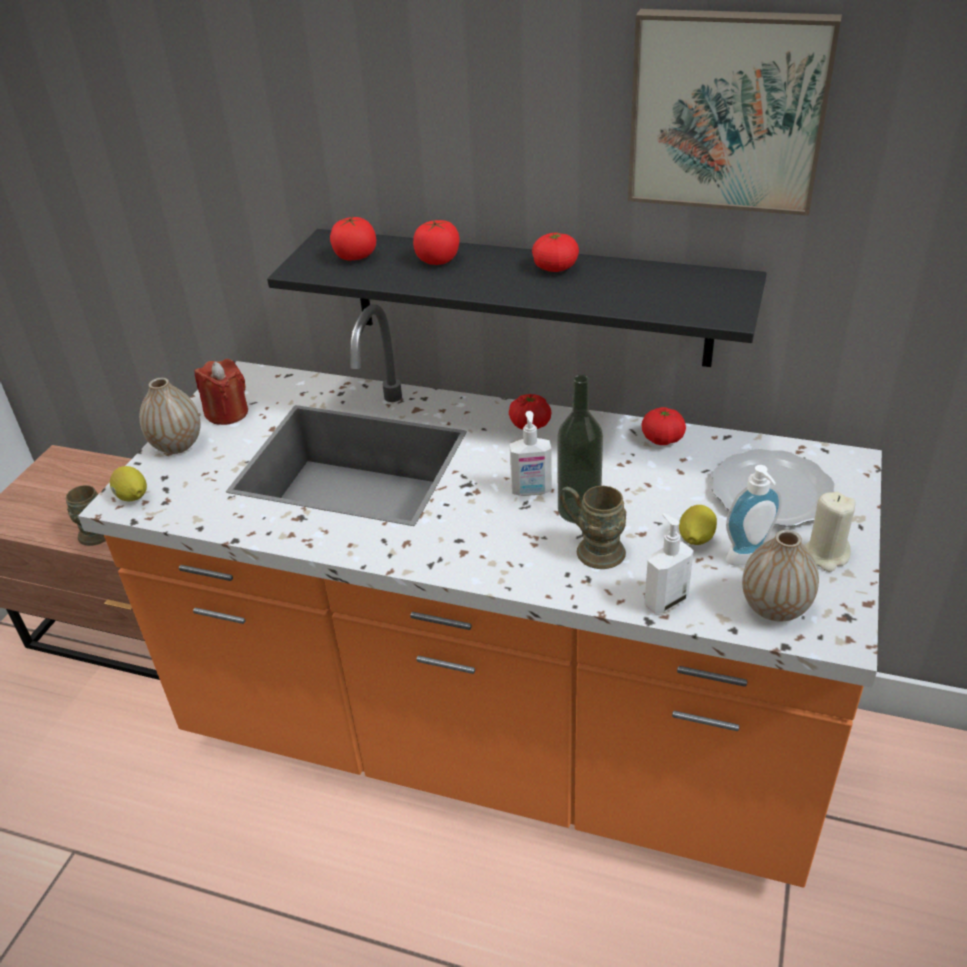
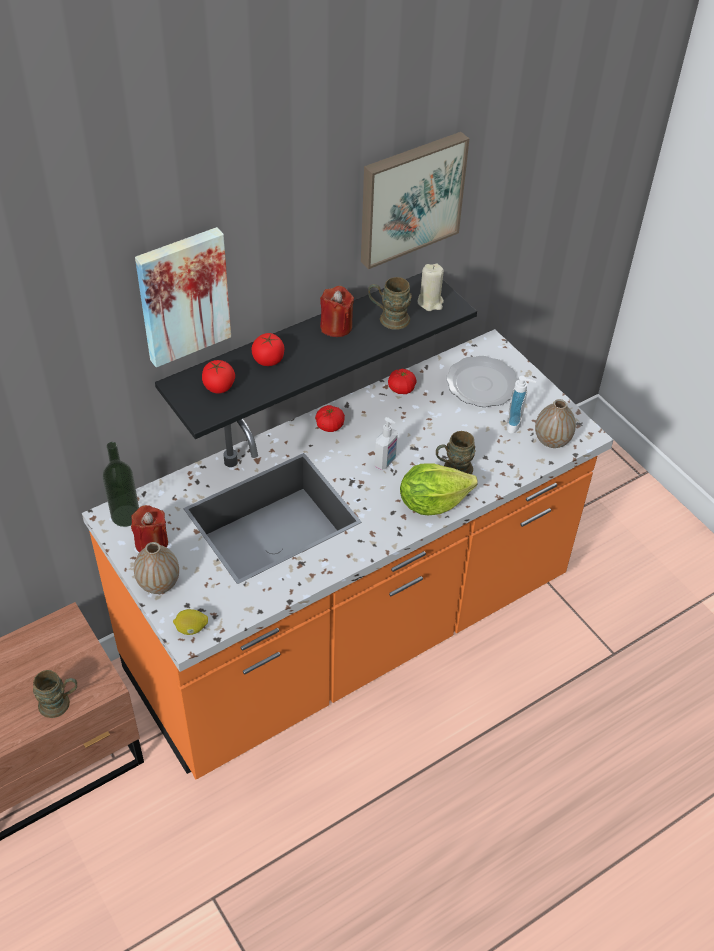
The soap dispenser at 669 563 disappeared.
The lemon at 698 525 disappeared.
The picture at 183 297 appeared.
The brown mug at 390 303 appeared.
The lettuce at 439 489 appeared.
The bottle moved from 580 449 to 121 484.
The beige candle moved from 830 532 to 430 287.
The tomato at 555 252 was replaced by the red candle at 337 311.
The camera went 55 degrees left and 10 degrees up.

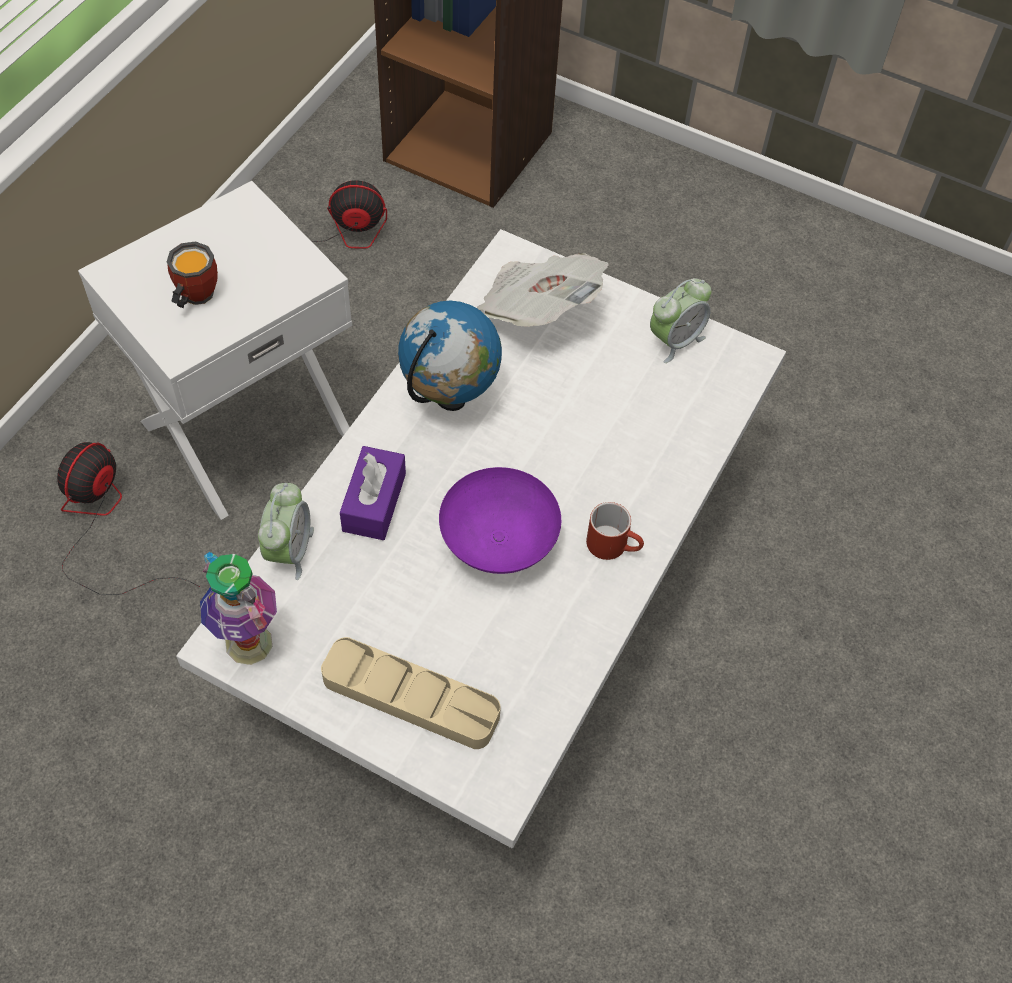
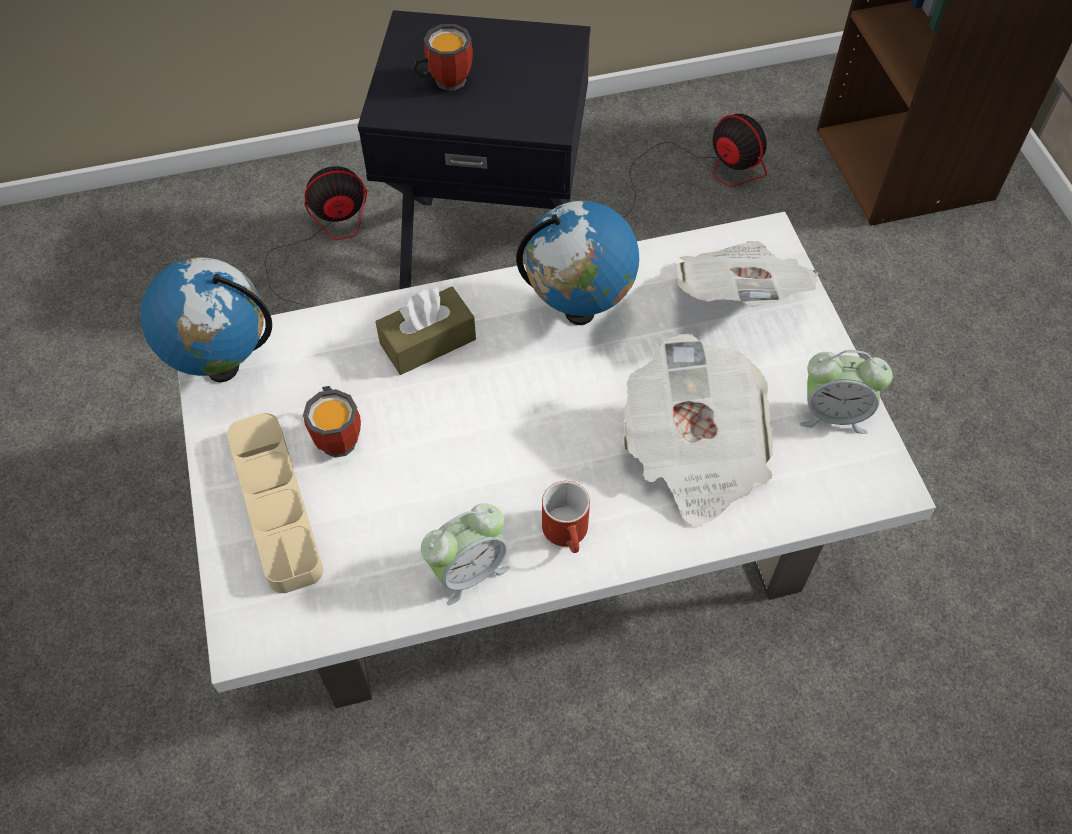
The purple bowl at 500 520 disappeared.
The mug at 332 422 appeared.
The newspaper at 697 430 appeared.
The alarm clock moved from 286 531 to 465 554.
The vase at 238 608 was replaced by the globe at 206 320.
The white side table at 215 350 became the black side table at 474 149.
The purple tissue box at 373 493 became the brown tissue box at 426 331.
The camera went 50 degrees right and 0 degrees up.

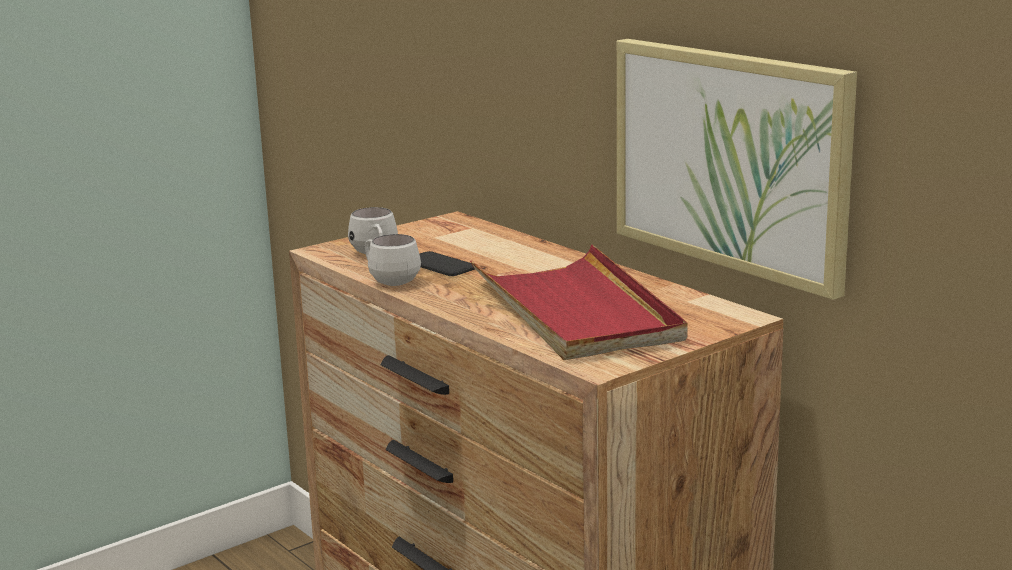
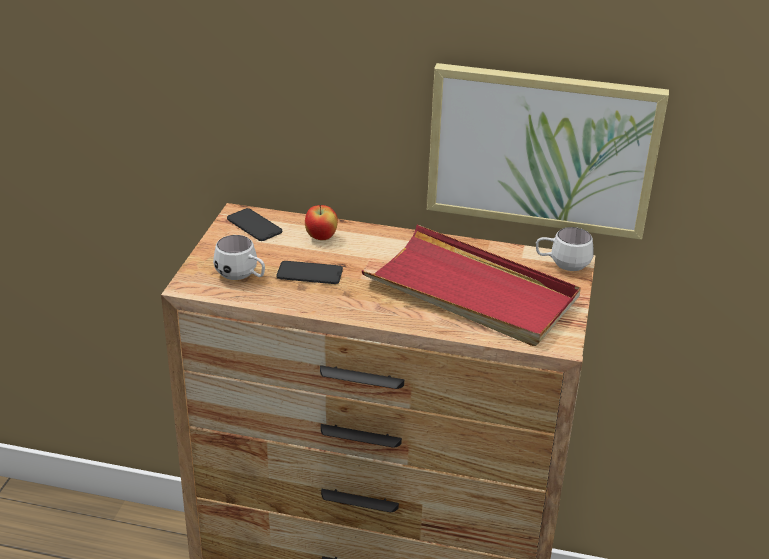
The phone at 254 224 appeared.
The apple at 321 222 appeared.
The white mug moved from 393 260 to 565 249.
The camera went 40 degrees left and 15 degrees up.

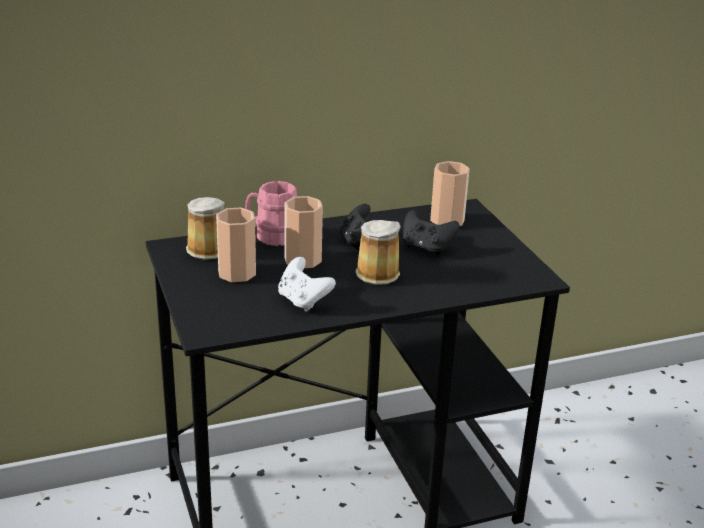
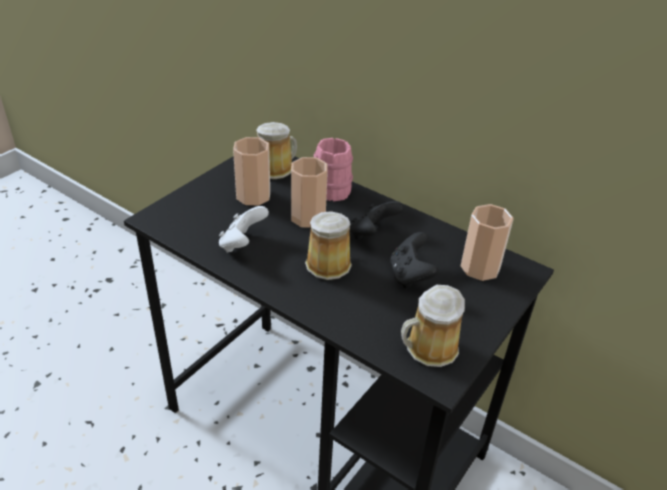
The mug at 433 326 appeared.
The camera went 55 degrees right and 10 degrees up.

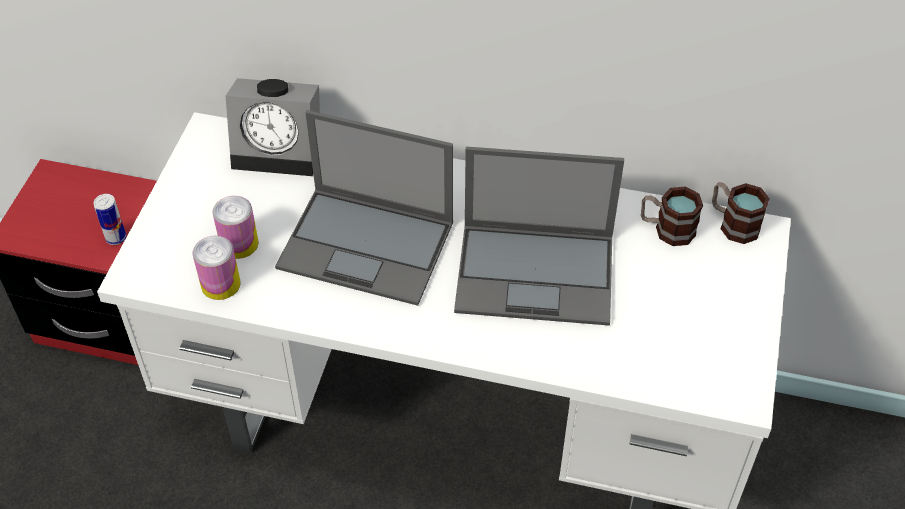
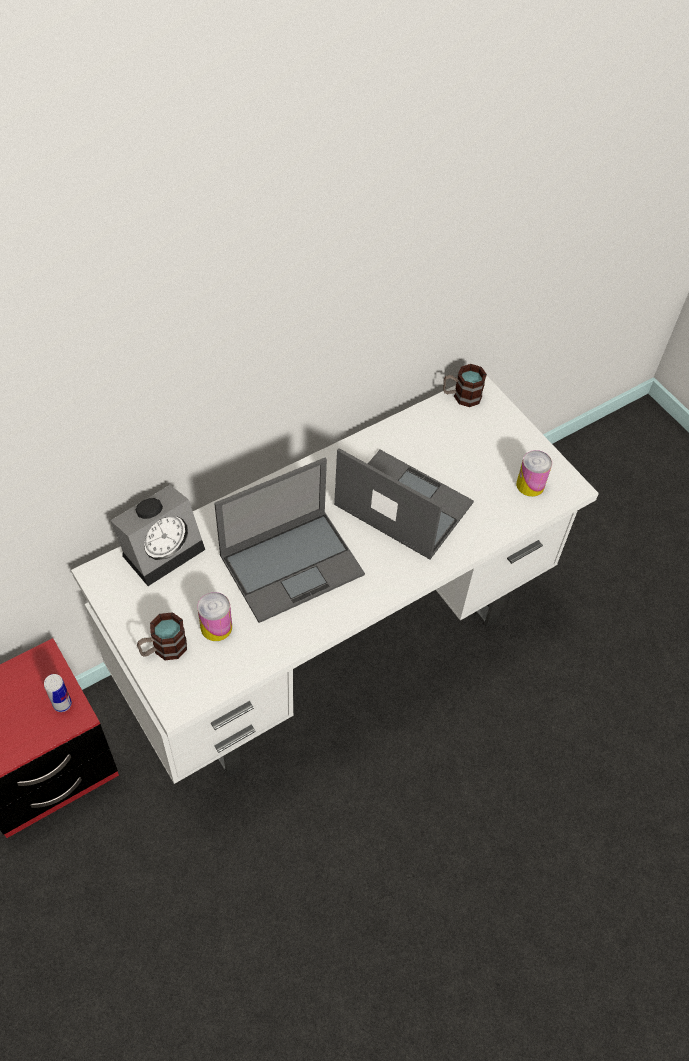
The can moved from 216 268 to 534 473.
The mug moved from 672 216 to 162 636.
The laptop at 539 236 turned 105 degrees counterclockwise.
The camera went 50 degrees left and 5 degrees up.

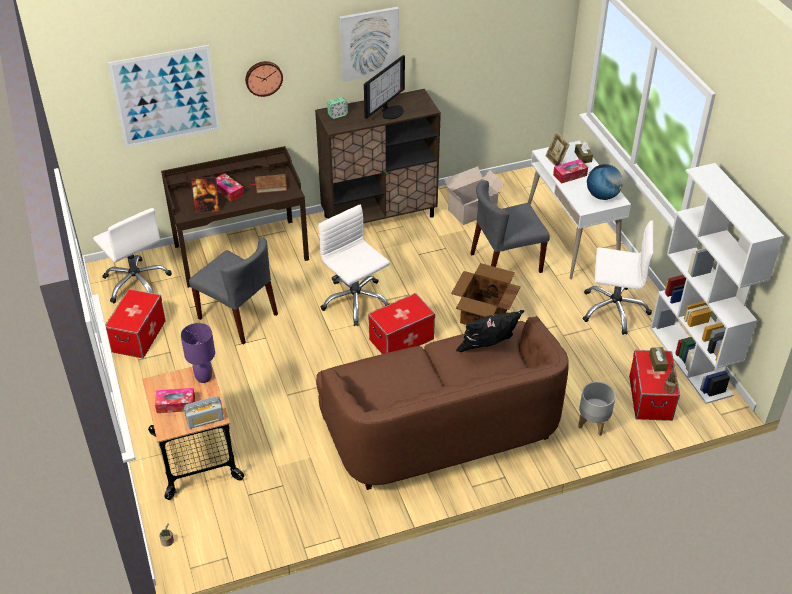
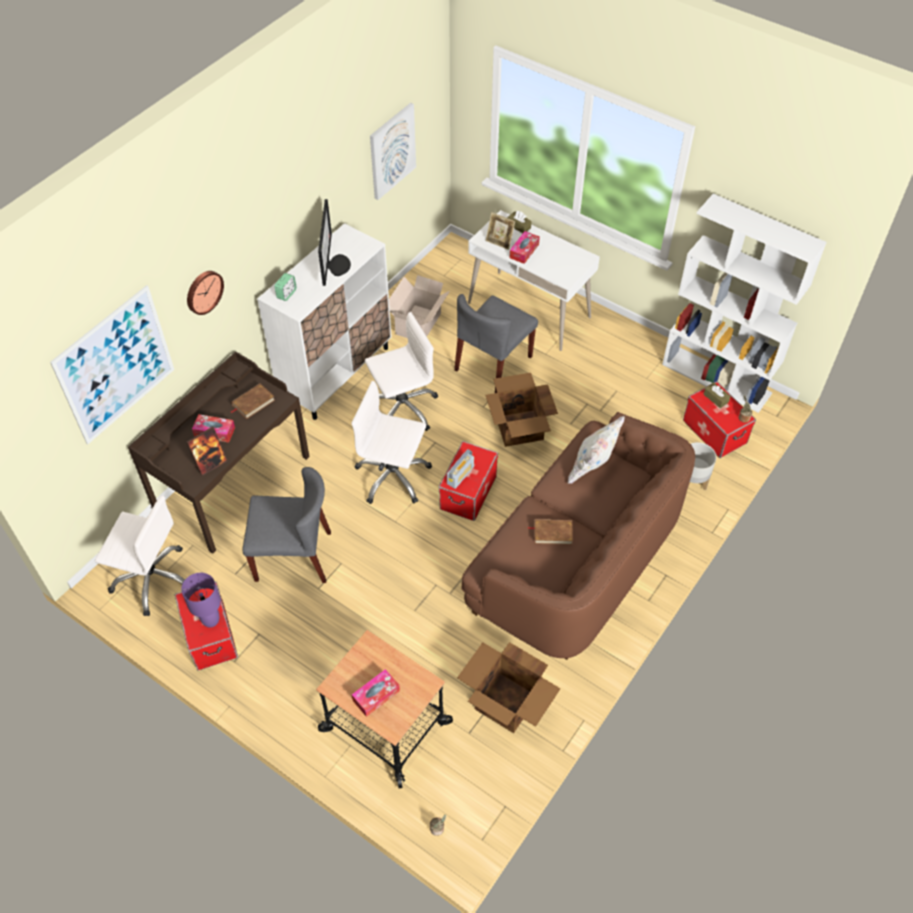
The globe at 605 182 disappeared.
The cardboard box at 508 687 appeared.
The brown book at 550 532 appeared.
The purple table lamp moved from 198 353 to 201 600.
The radio moved from 204 412 to 460 469.
The picture moved from 369 44 to 393 151.
The white office chair moved from 618 277 to 401 371.
The brown cabinet at 378 156 became the white cabinet at 324 321.
The black pillow at 490 331 became the white pillow at 596 450.
The camera went 35 degrees left and 10 degrees up.

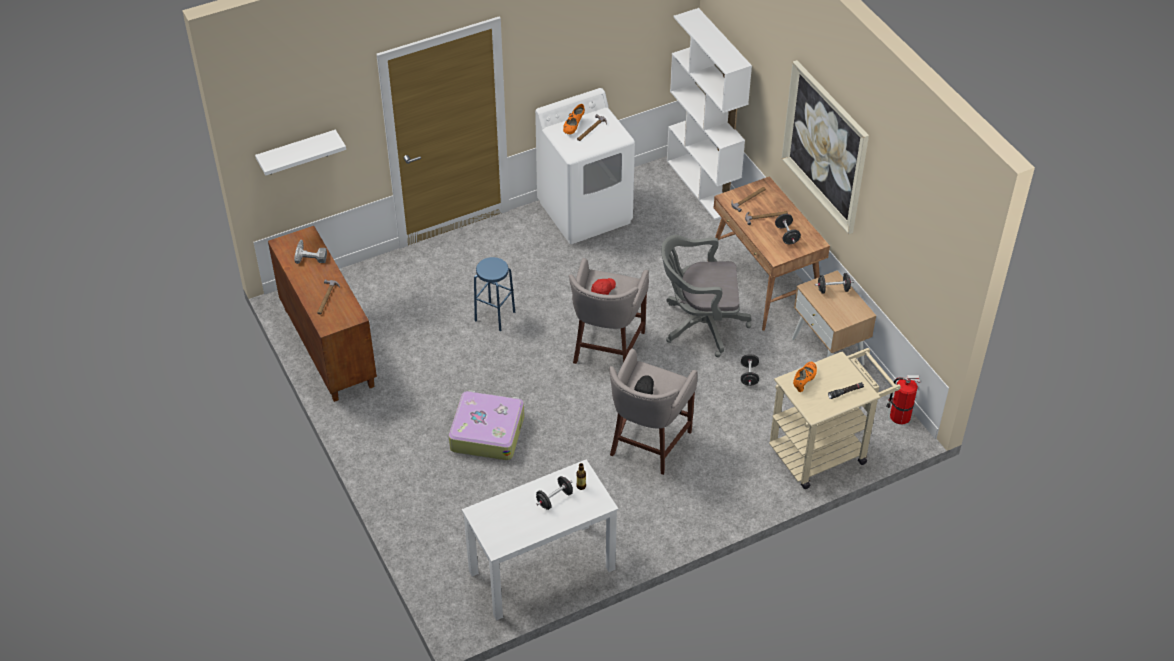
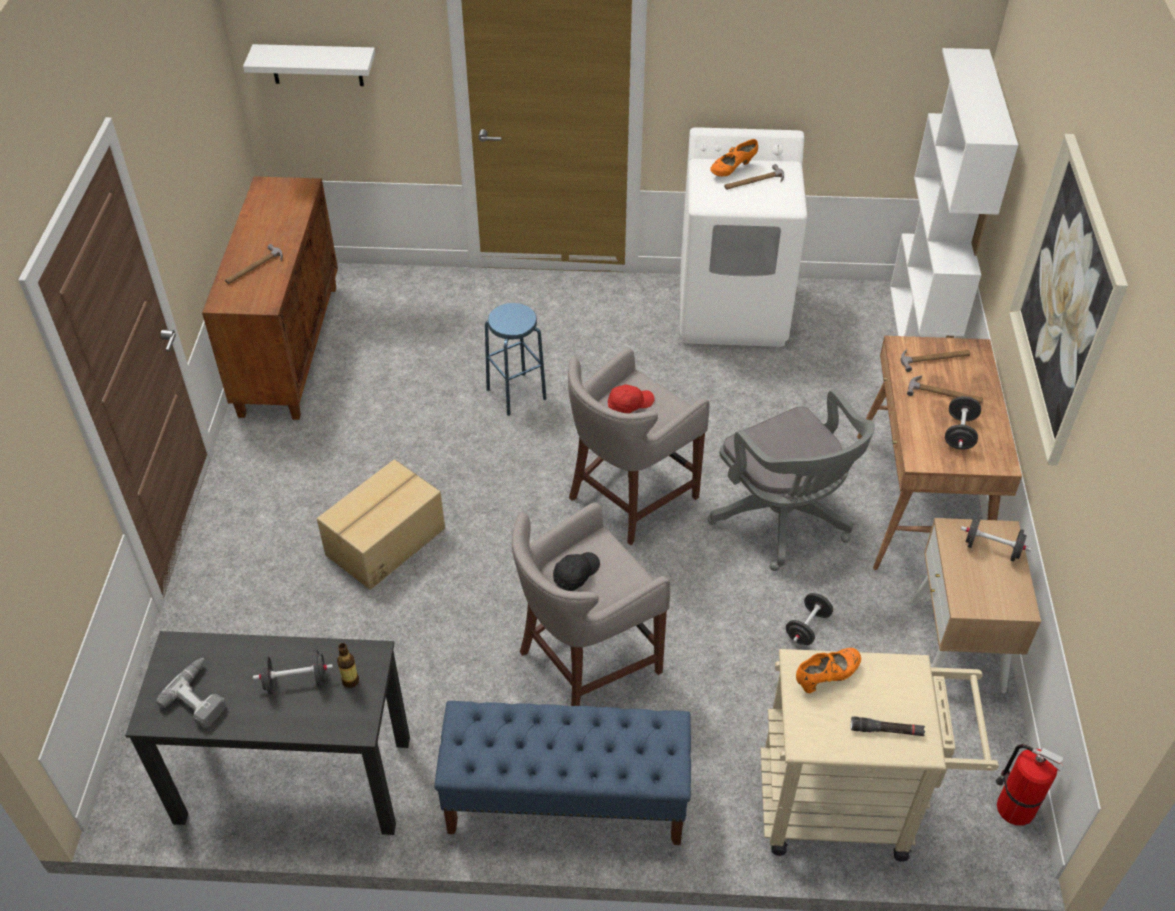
The blue bench at 562 773 appeared.
The power drill moved from 310 252 to 191 693.
The suitcase at 486 425 was replaced by the cardboard box at 381 524.
The white desk at 540 540 became the black desk at 267 733.
The grey office chair at 706 296 turned 150 degrees counterclockwise.
The camera went 30 degrees right and 0 degrees up.

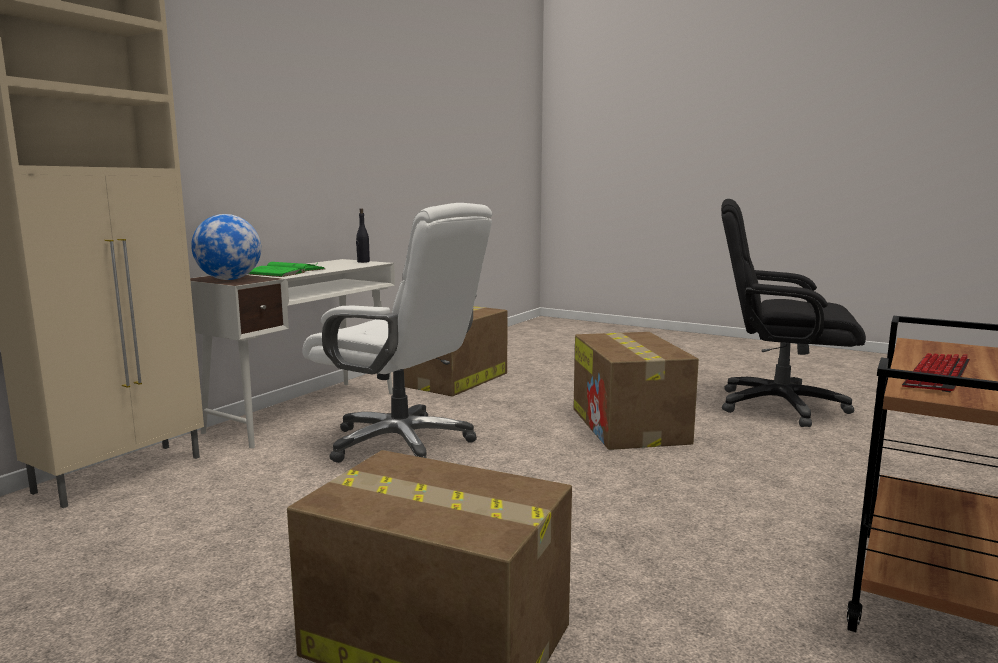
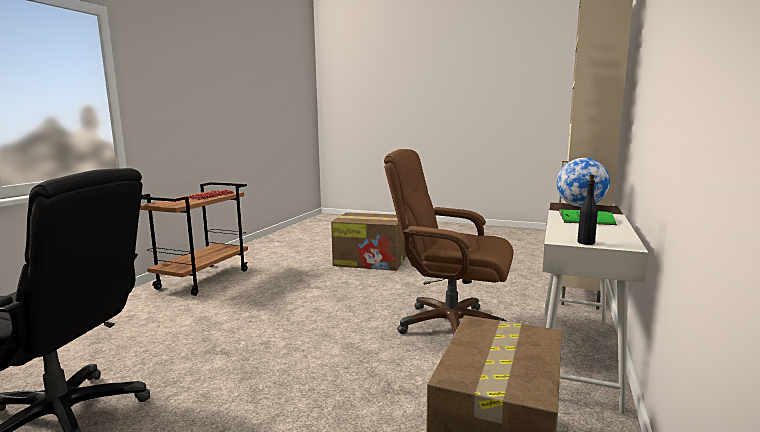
The cardboard box at 636 391 disappeared.
The white office chair at 397 333 became the brown office chair at 449 242.
The camera went 170 degrees right and 0 degrees up.

